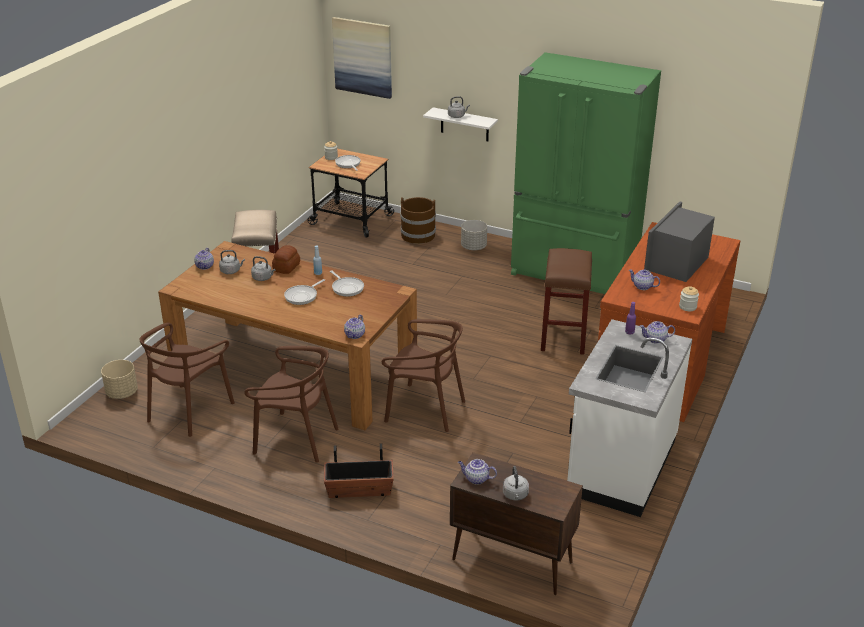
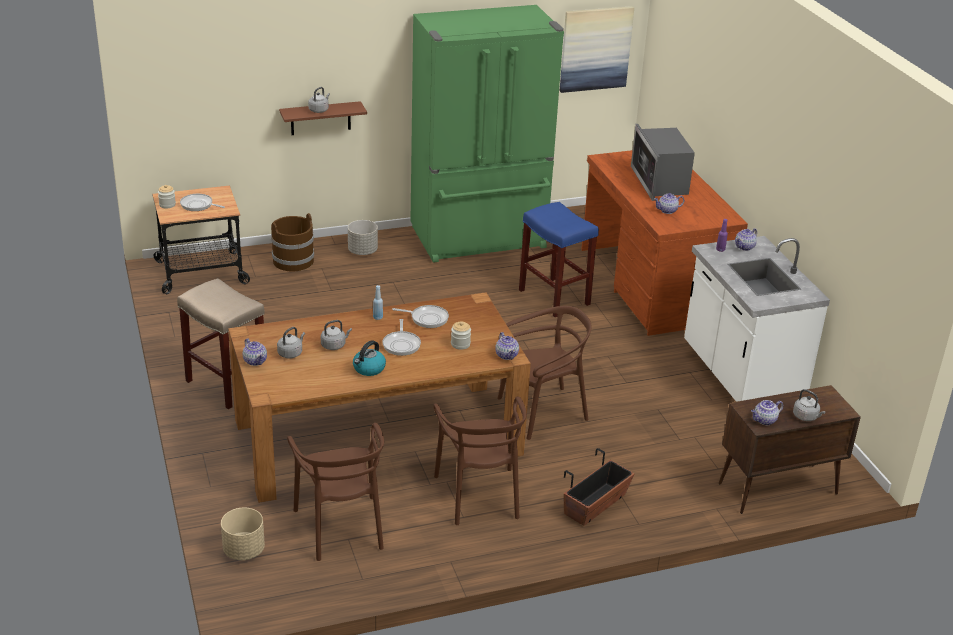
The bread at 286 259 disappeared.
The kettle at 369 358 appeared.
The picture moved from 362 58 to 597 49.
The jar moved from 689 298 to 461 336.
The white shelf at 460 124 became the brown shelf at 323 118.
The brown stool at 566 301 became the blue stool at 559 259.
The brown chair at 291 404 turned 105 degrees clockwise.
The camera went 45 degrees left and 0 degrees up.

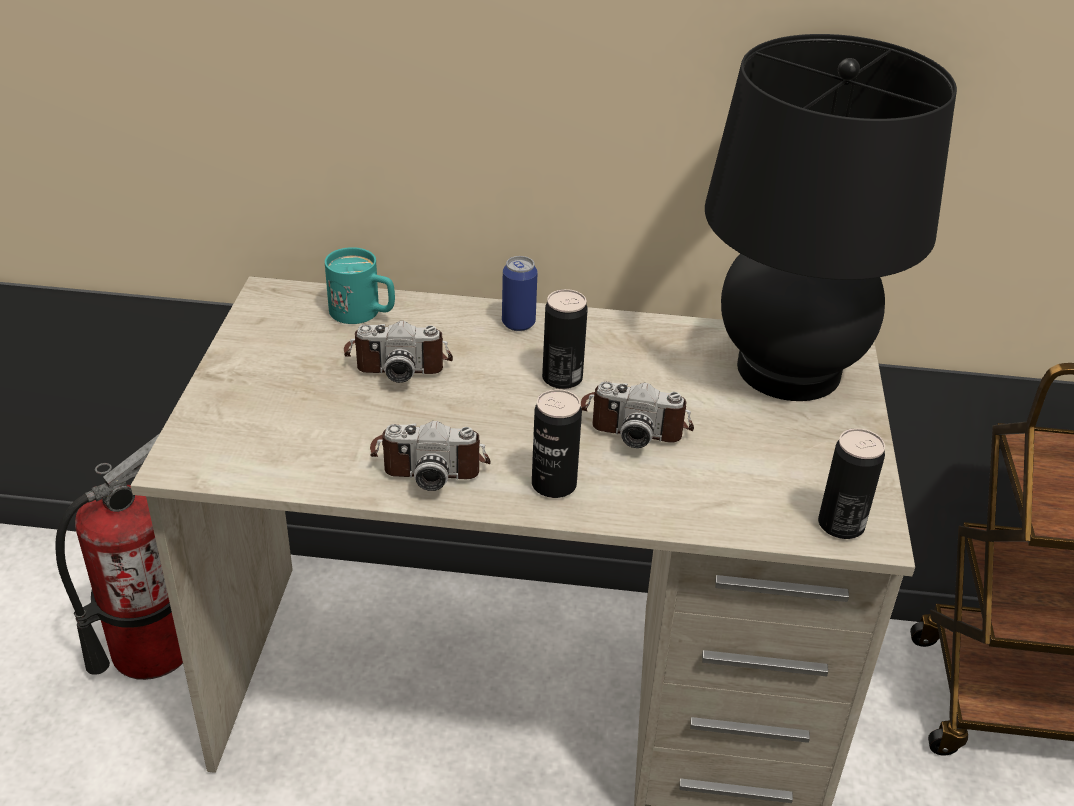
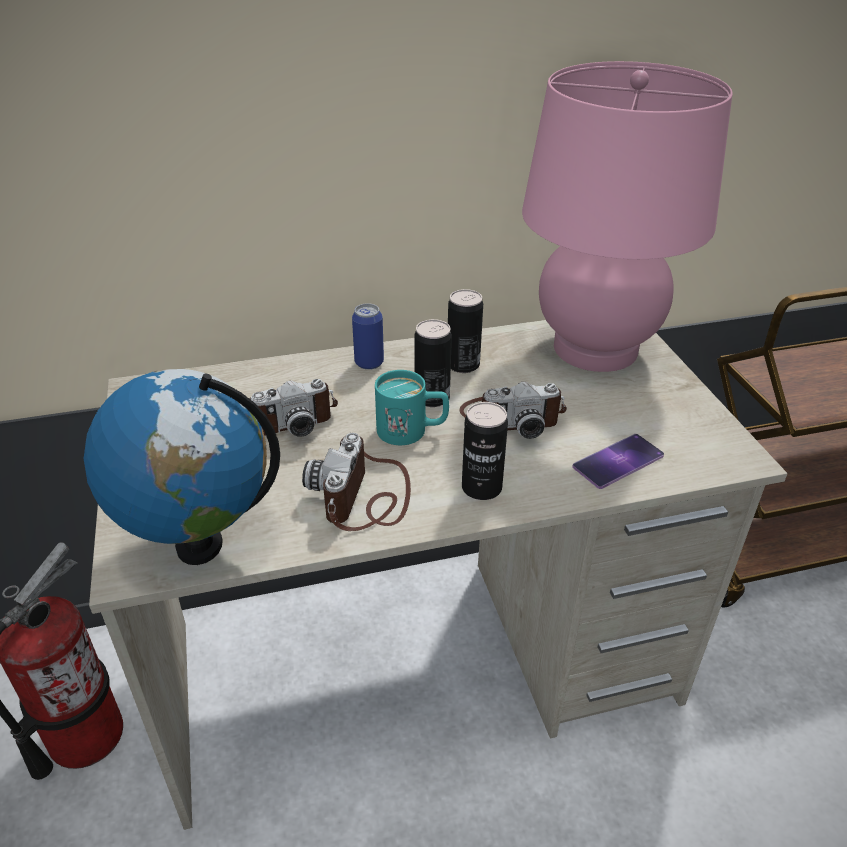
The globe at 182 467 appeared.
The phone at 618 461 appeared.
The turquoise mug moved from 360 285 to 412 407.
The can moved from 851 483 to 465 331.
The black table lamp at 831 217 became the pink table lamp at 627 216.
The photo camera at 430 456 turned 120 degrees clockwise.
The camera went 20 degrees left and 0 degrees up.

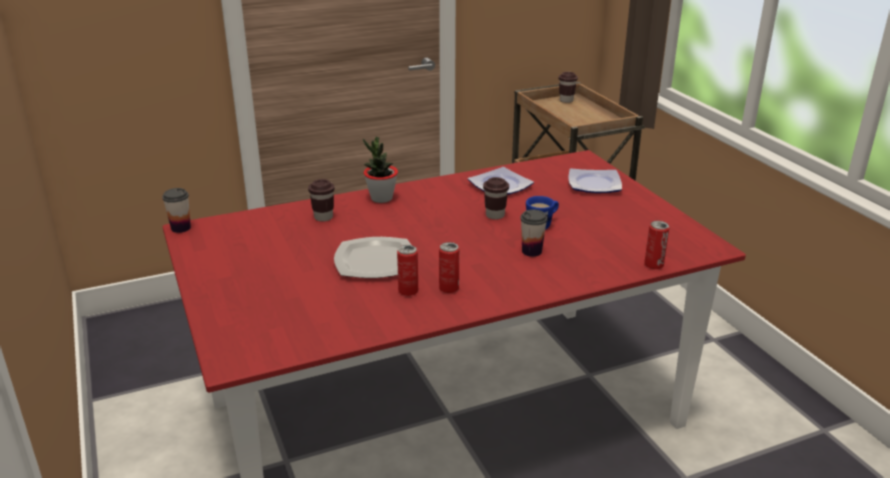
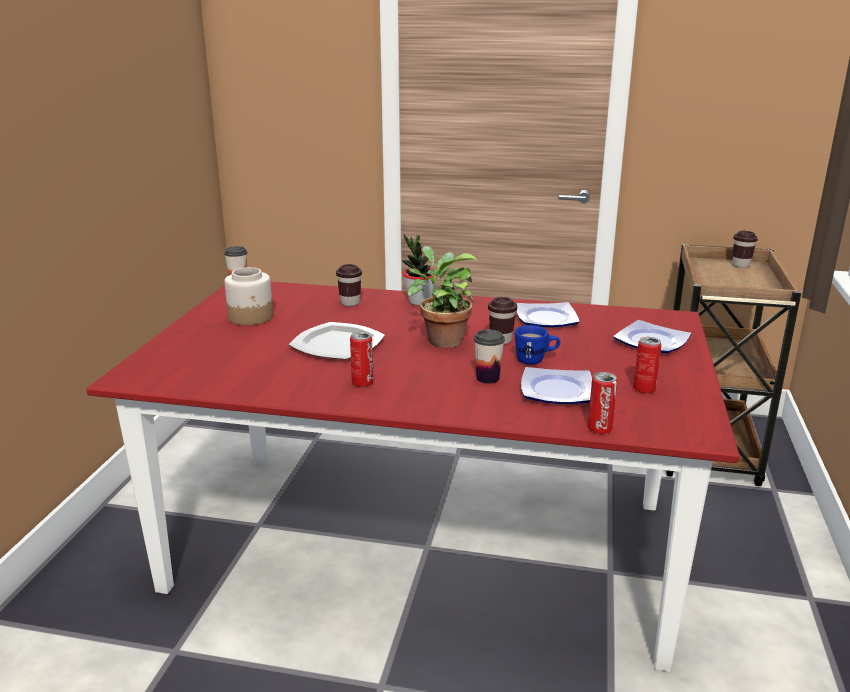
The jar at 248 296 appeared.
The potted plant at 443 297 appeared.
The plate at 556 385 appeared.
The can moved from 407 270 to 647 365.
The camera went 35 degrees right and 5 degrees down.

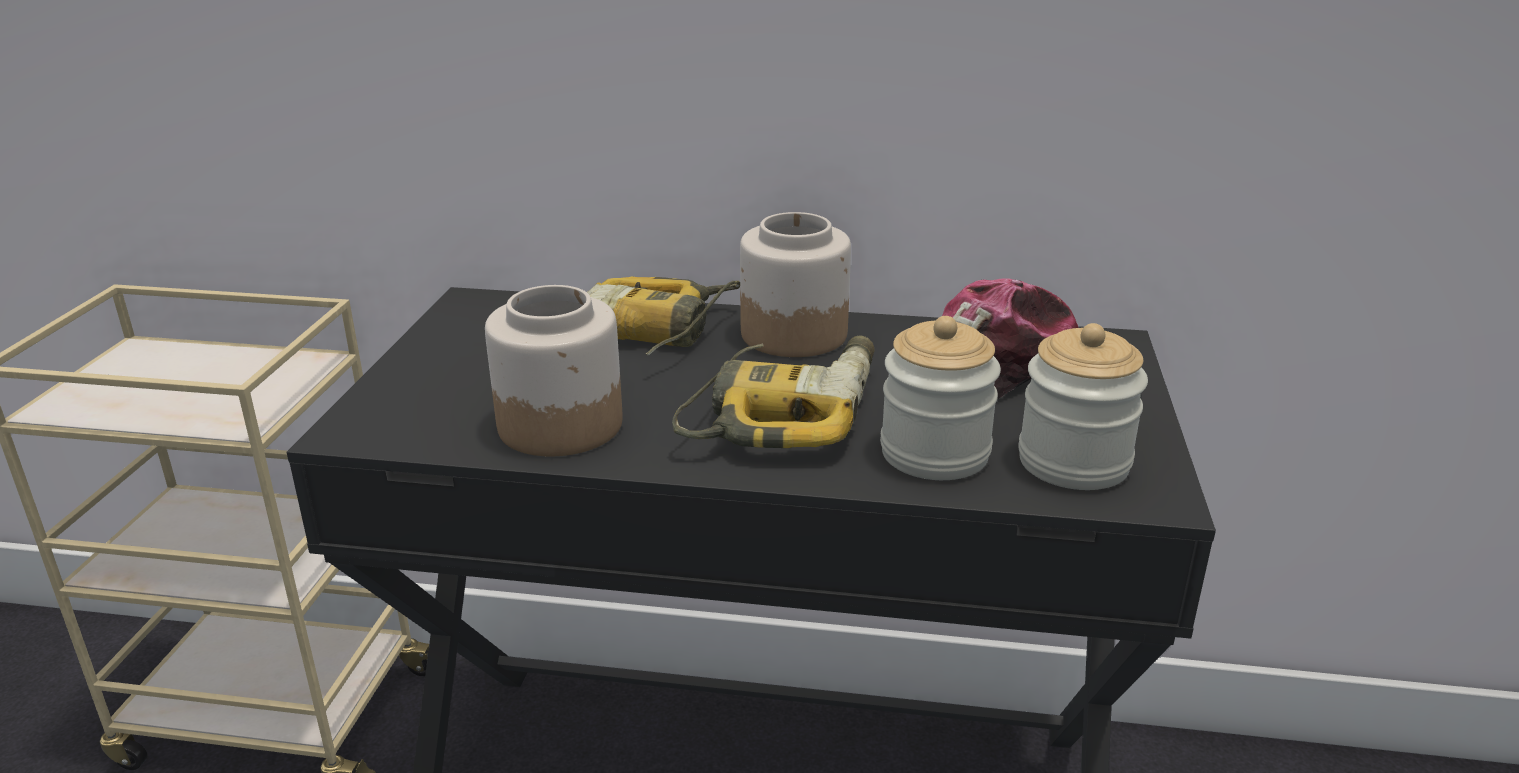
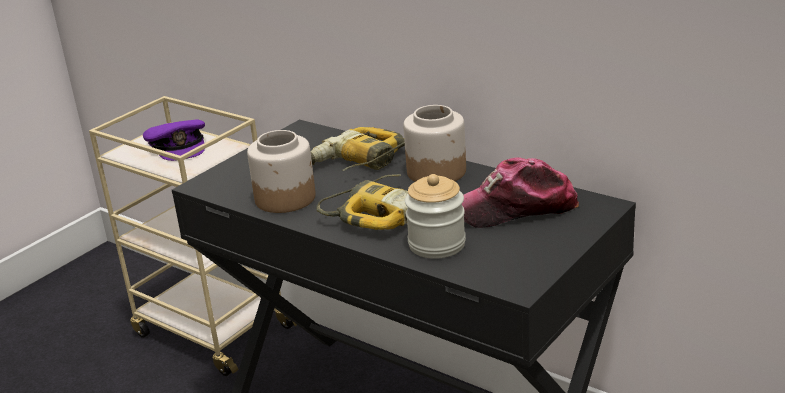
The jar at 1083 406 disappeared.
The purple cap at 174 140 appeared.
The camera went 30 degrees right and 0 degrees up.

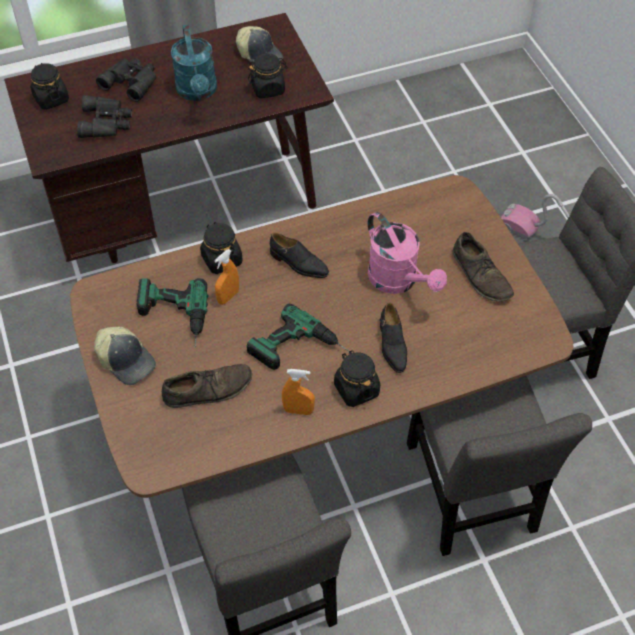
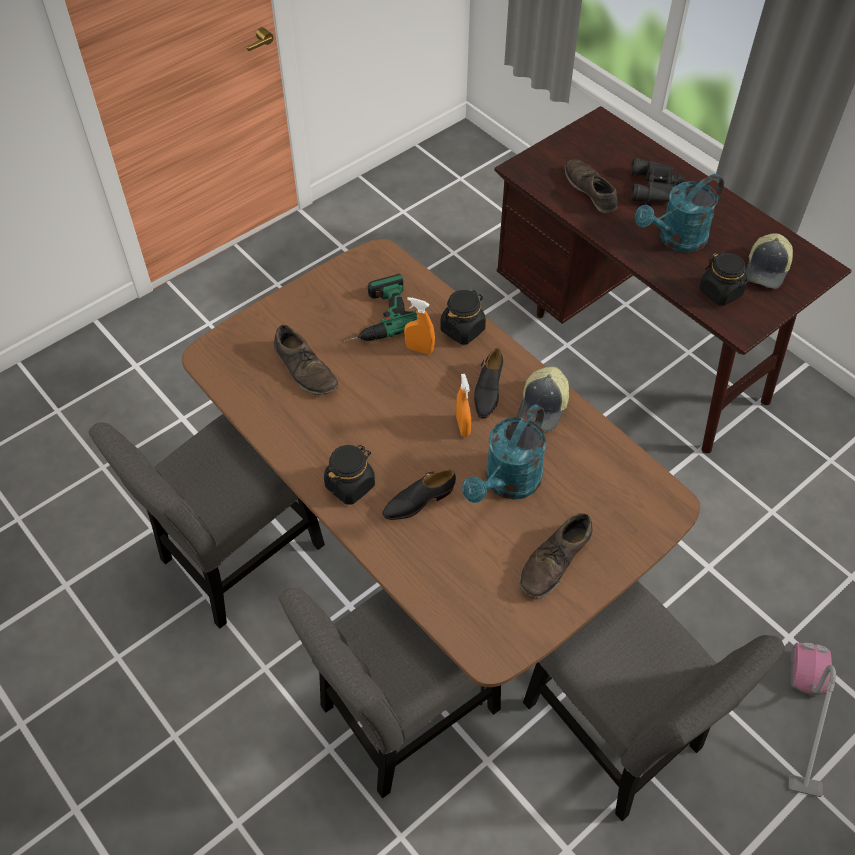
The black jar at 49 86 disappeared.
The power drill at 298 337 disappeared.
The cap moved from 125 356 to 543 399.
The orange spray bottle moved from 298 392 to 463 405.
The black binoculars at 104 116 was replaced by the brown shoe at 591 186.
The pink watering can at 407 253 became the turquoise watering can at 504 453.
The camera went 70 degrees right and 0 degrees up.

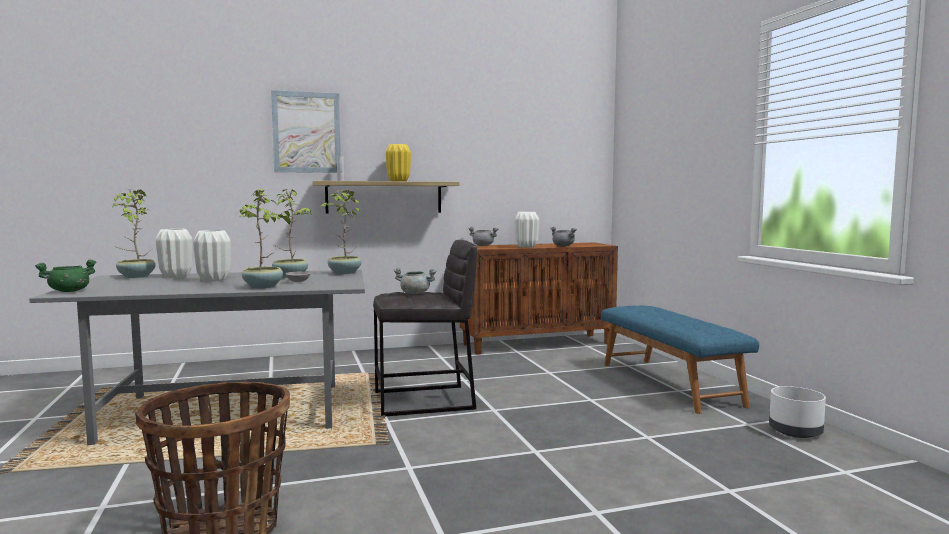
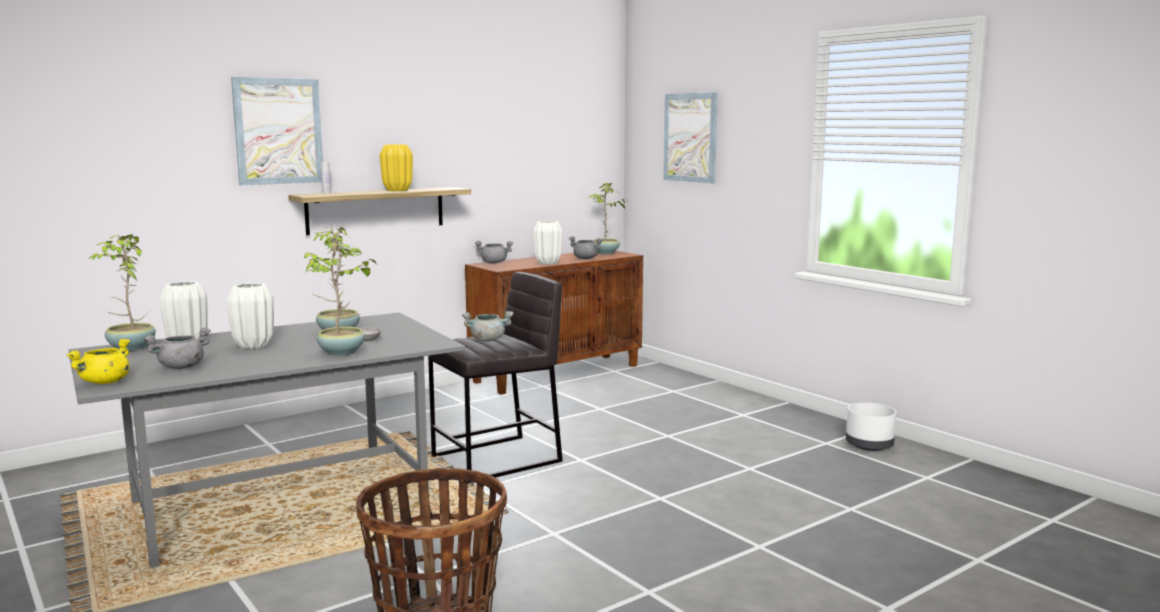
The blue bench at 680 360 disappeared.
The grey cooking pot at 177 348 appeared.
The picture at 690 137 appeared.
The potted plant moved from 340 232 to 608 218.
The green cooking pot at 65 276 became the yellow cooking pot at 98 361.
The camera went 20 degrees left and 5 degrees up.

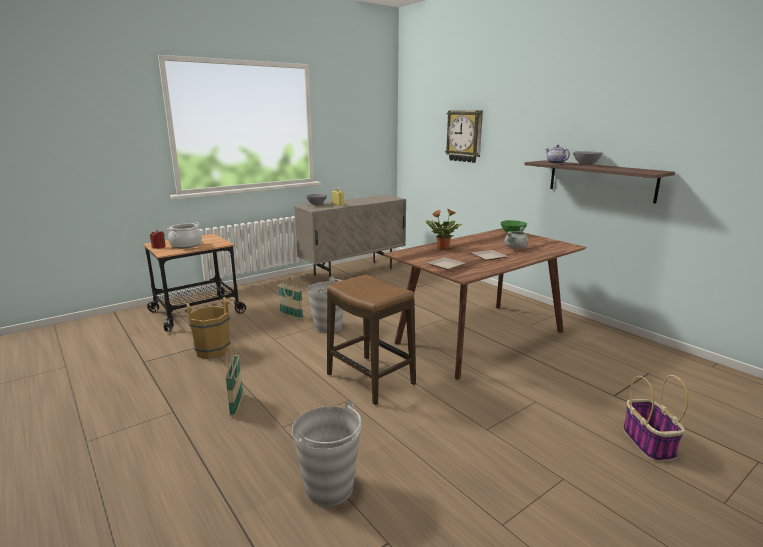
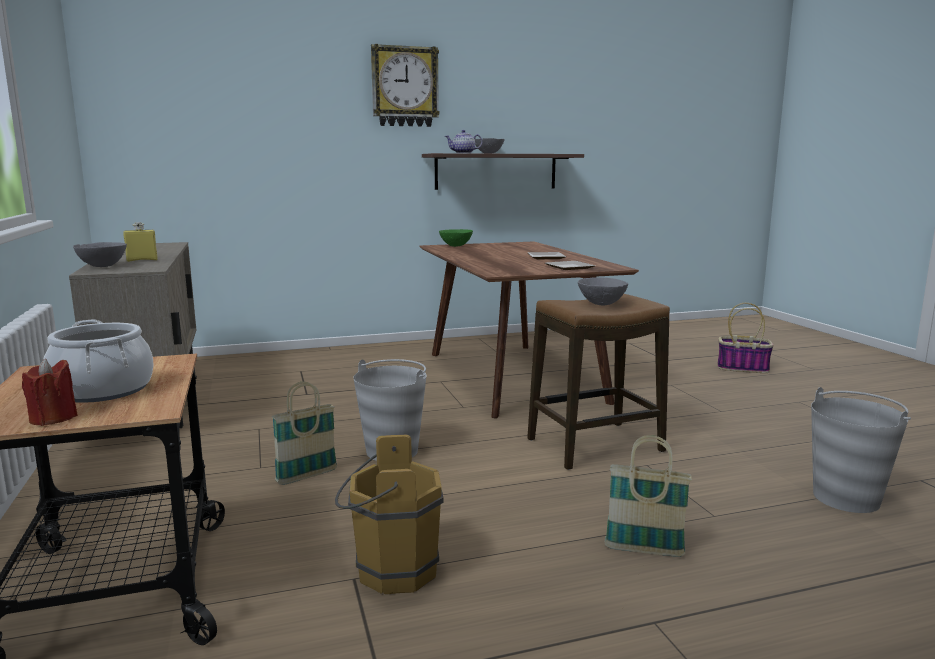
The potted plant at 444 229 disappeared.
The grey cooking pot at 516 238 disappeared.
The grey bowl at 603 291 appeared.
The wall clock moved from 464 136 to 405 85.
The camera went 70 degrees left and 5 degrees down.

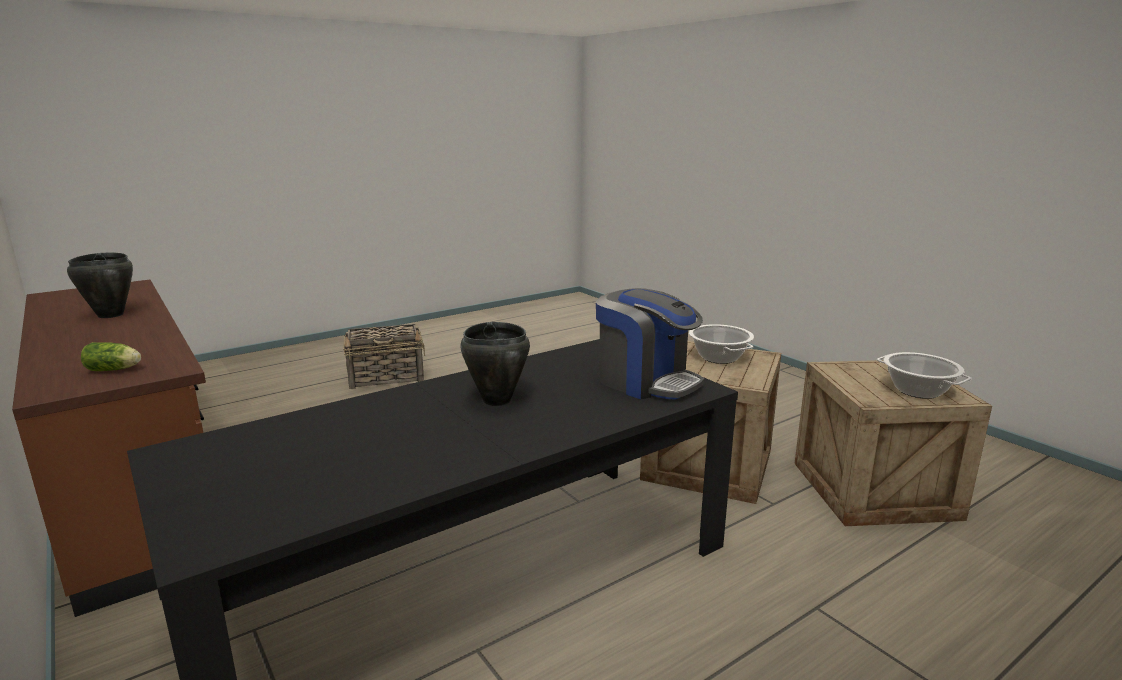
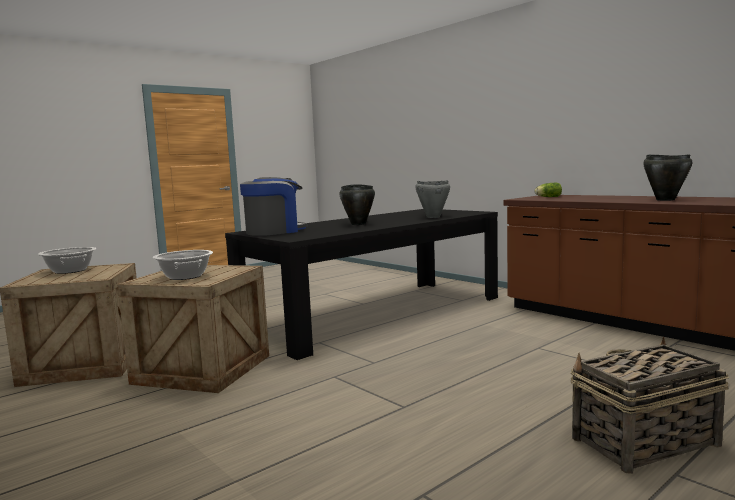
The grey cooking pot at 432 199 appeared.
The coffee machine at 650 344 turned 105 degrees clockwise.
The camera went 175 degrees right and 10 degrees down.

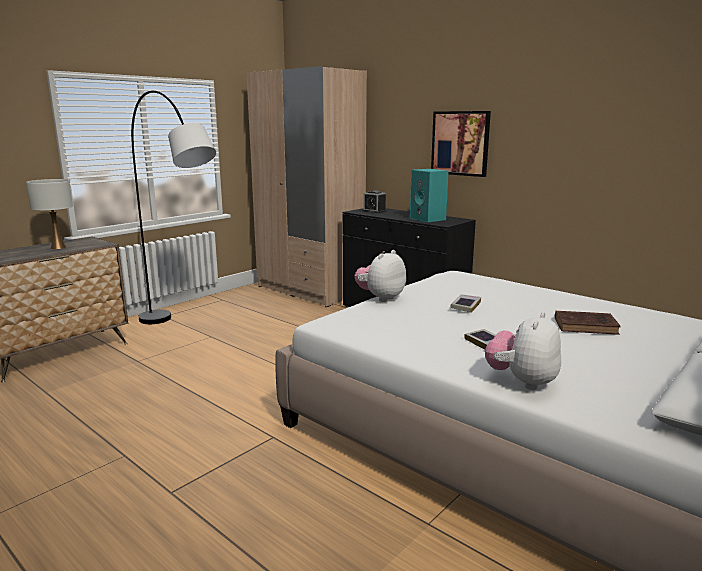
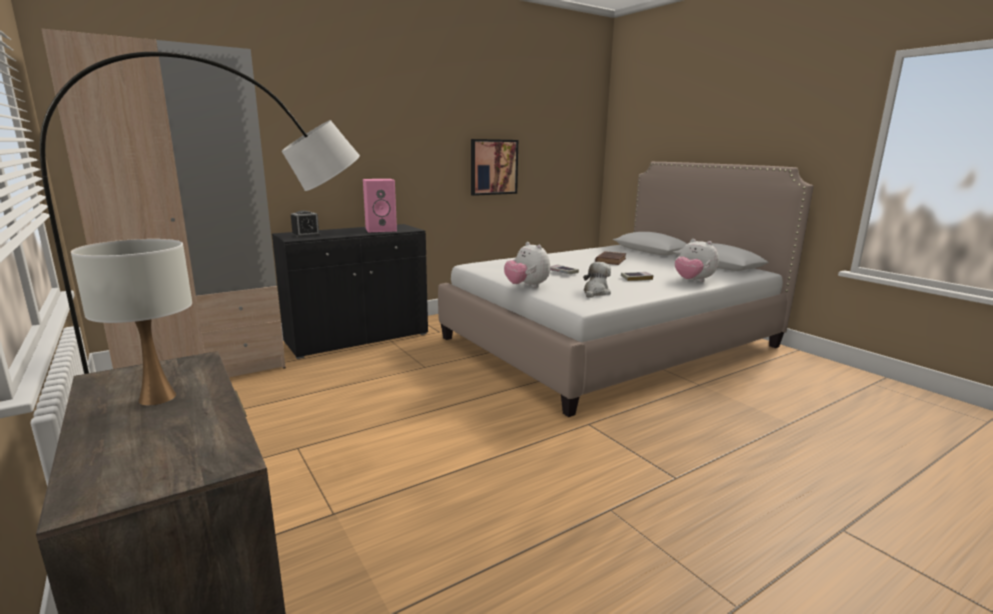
The plush toy at 597 280 appeared.
The picture moved from 461 144 to 494 167.
The turquoise speaker at 429 195 became the pink speaker at 380 206.
The camera went 75 degrees left and 0 degrees up.

